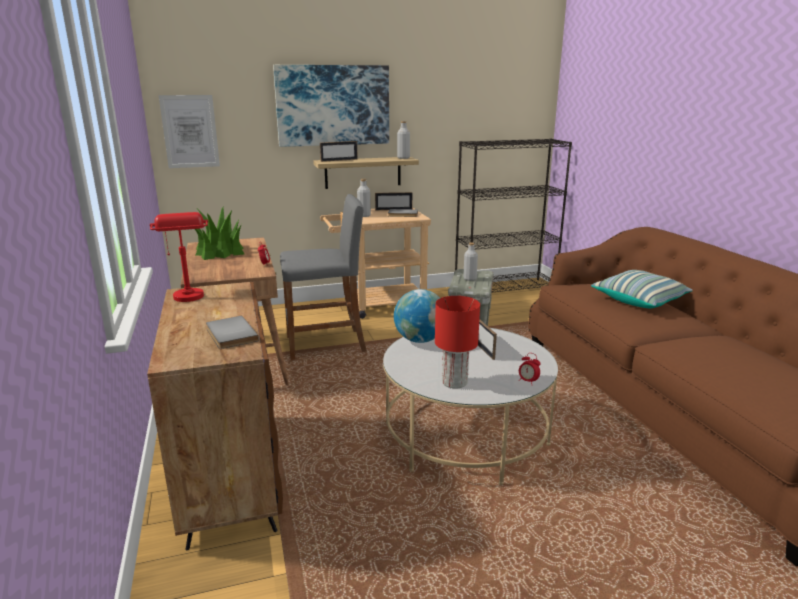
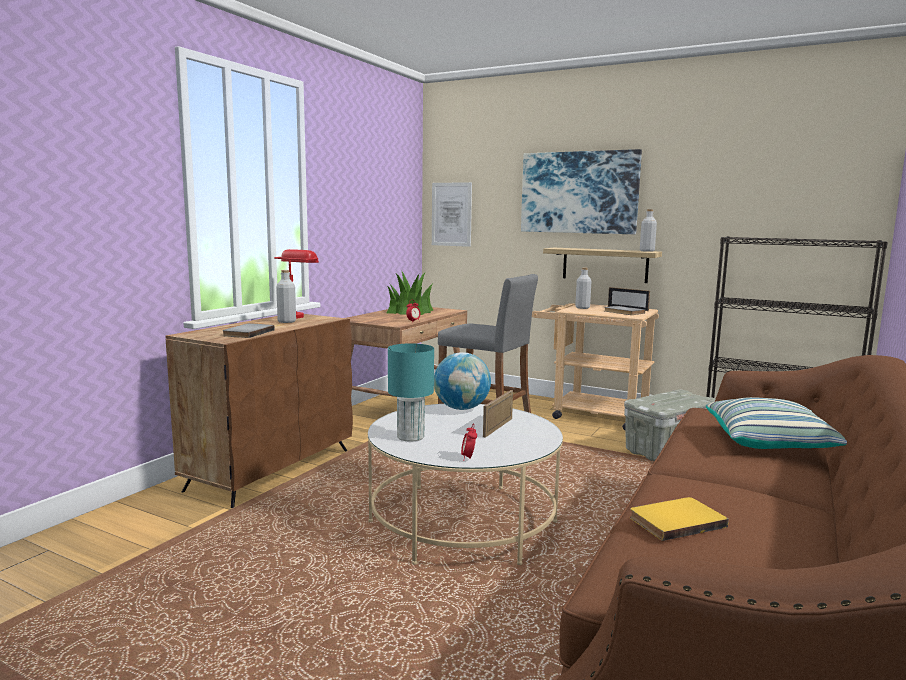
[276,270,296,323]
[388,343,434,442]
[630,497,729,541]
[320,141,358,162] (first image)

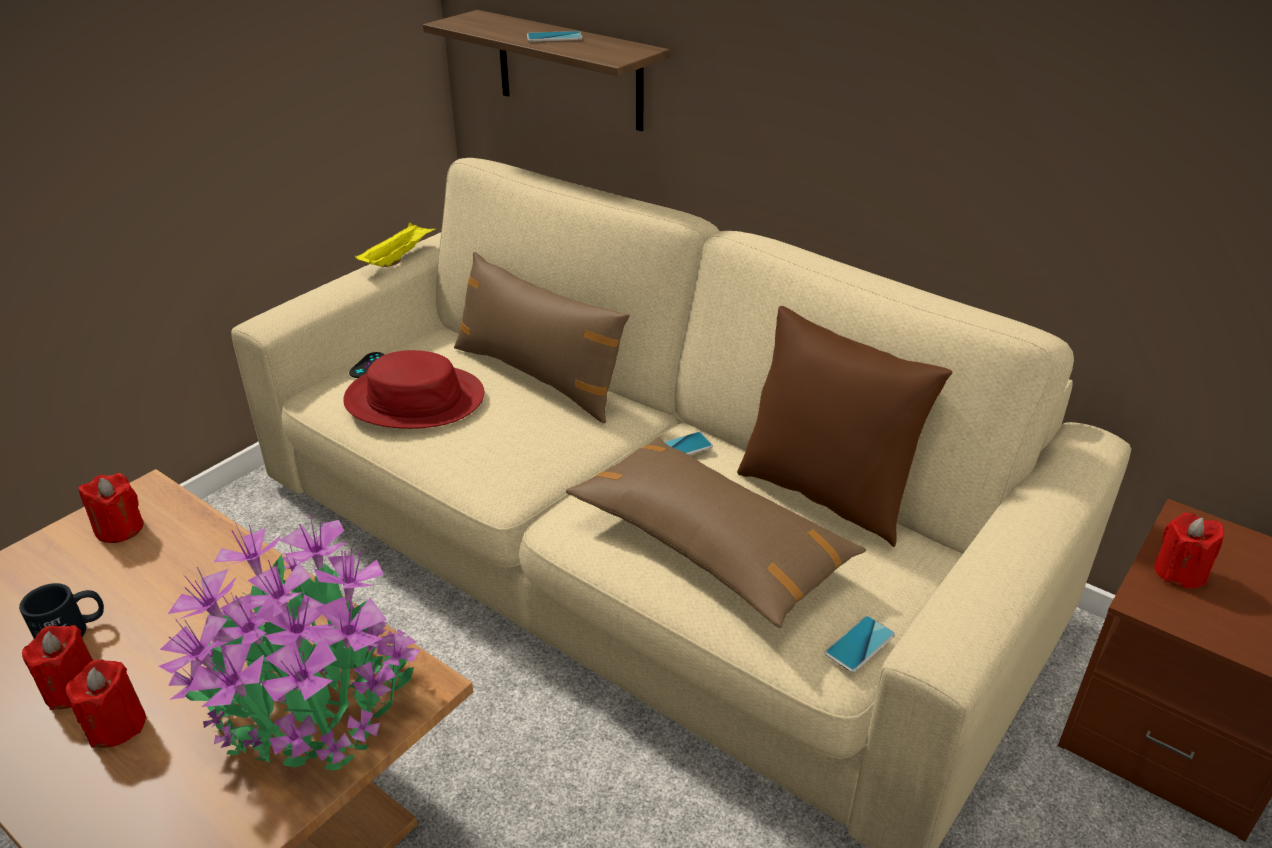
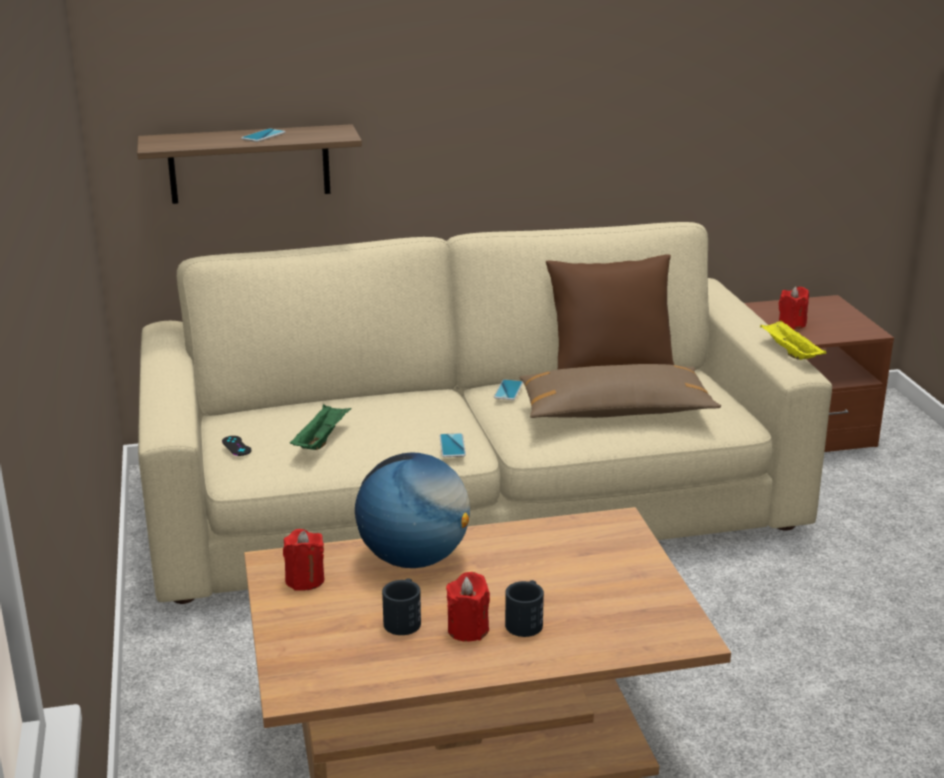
[290,404,351,450]
[355,452,470,568]
[439,433,466,457]
[505,580,544,637]
[760,320,826,360]
[159,514,420,770] (first image)
[454,252,630,423] (first image)

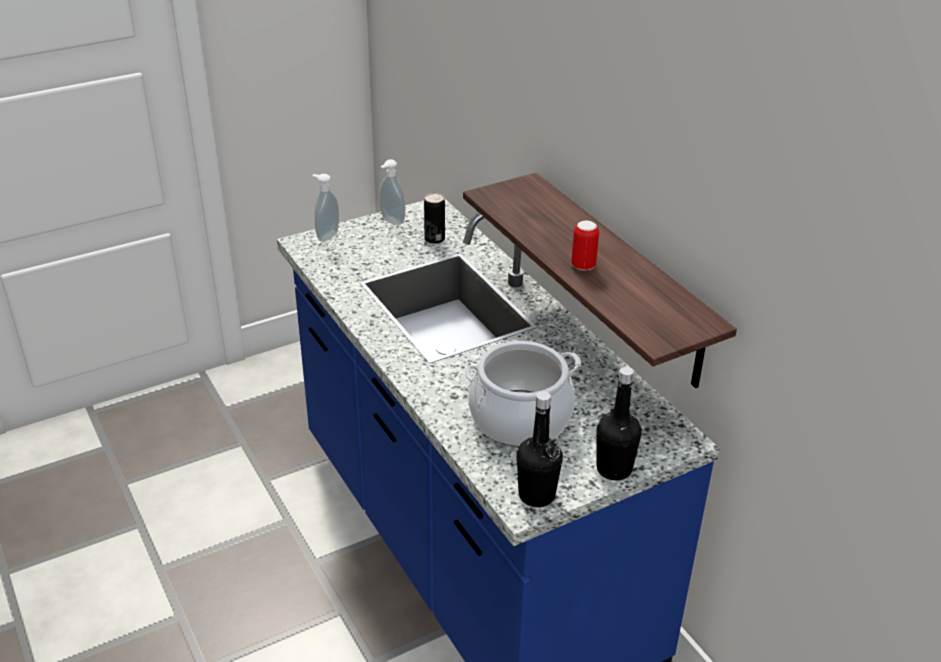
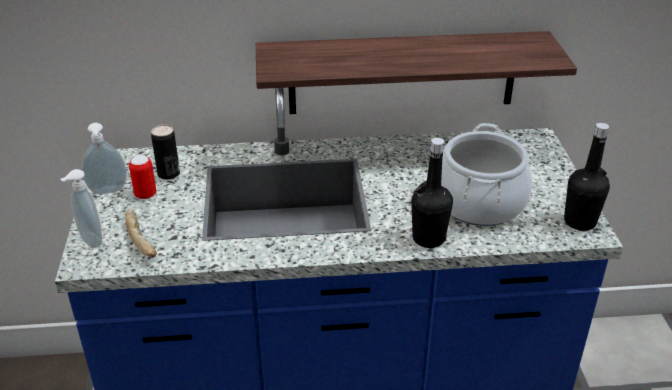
[126,209,157,258]
[129,155,156,199]
[411,138,453,248]

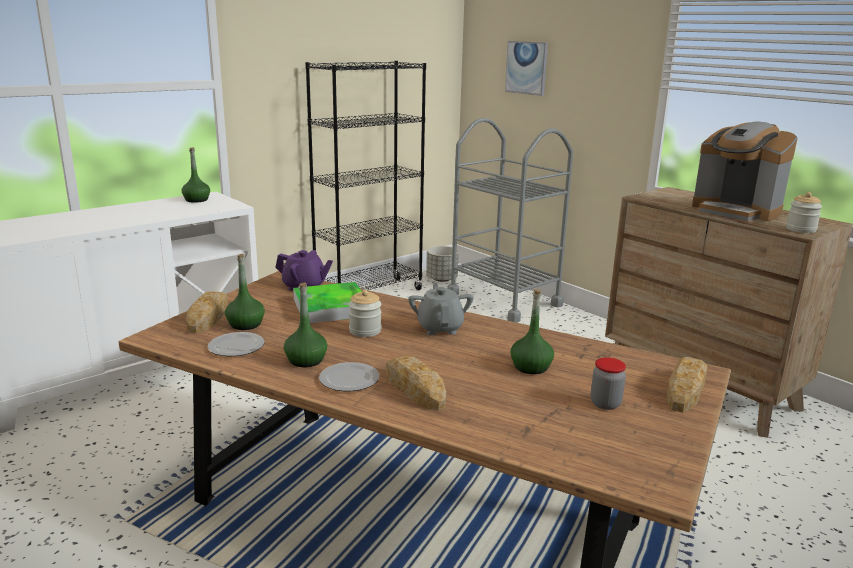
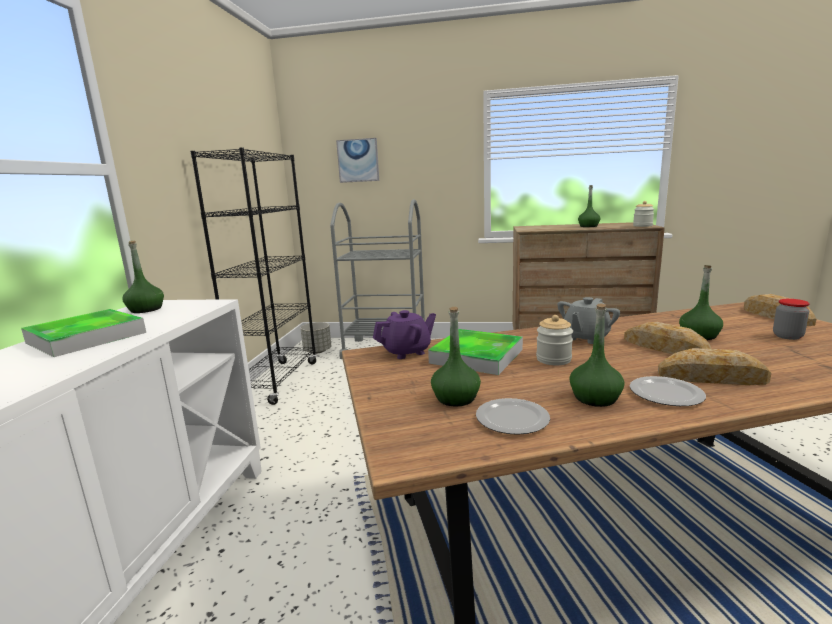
[21,309,146,357]
[557,297,620,344]
[578,185,600,227]
[624,322,711,354]

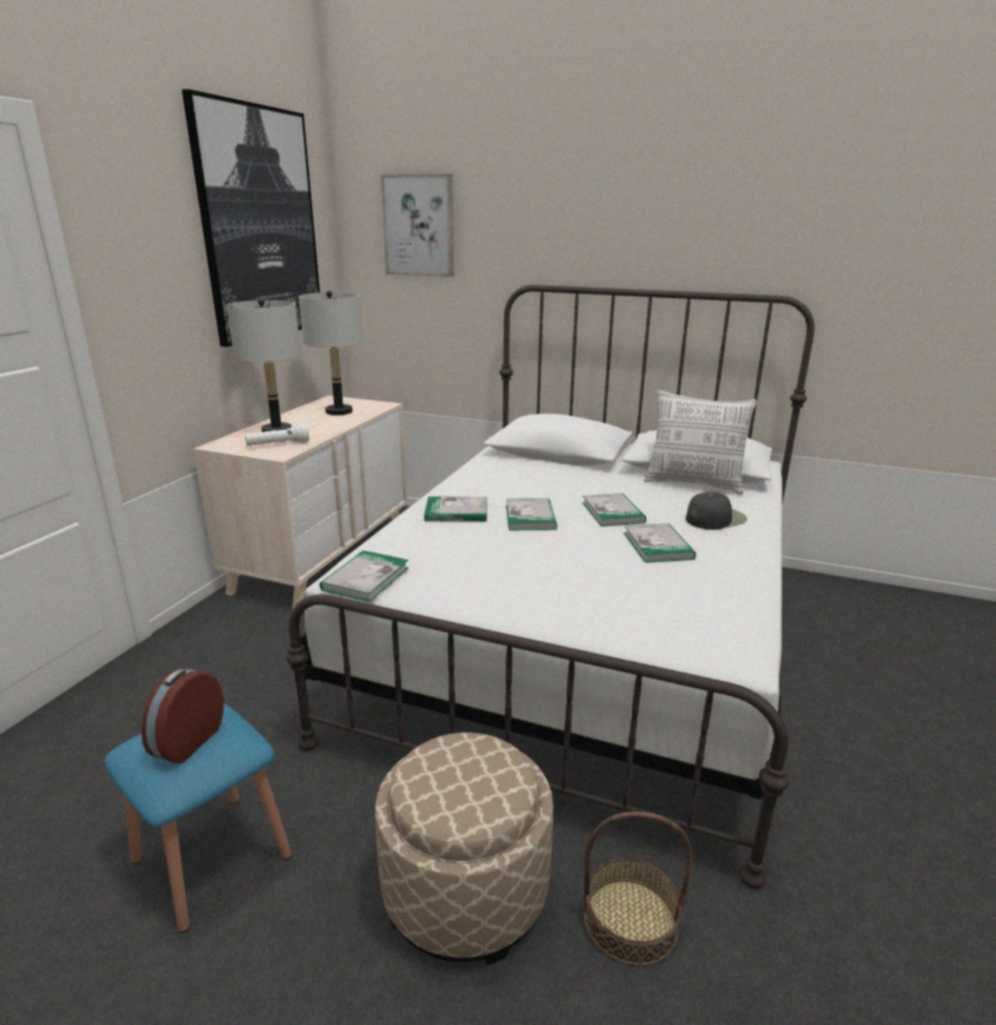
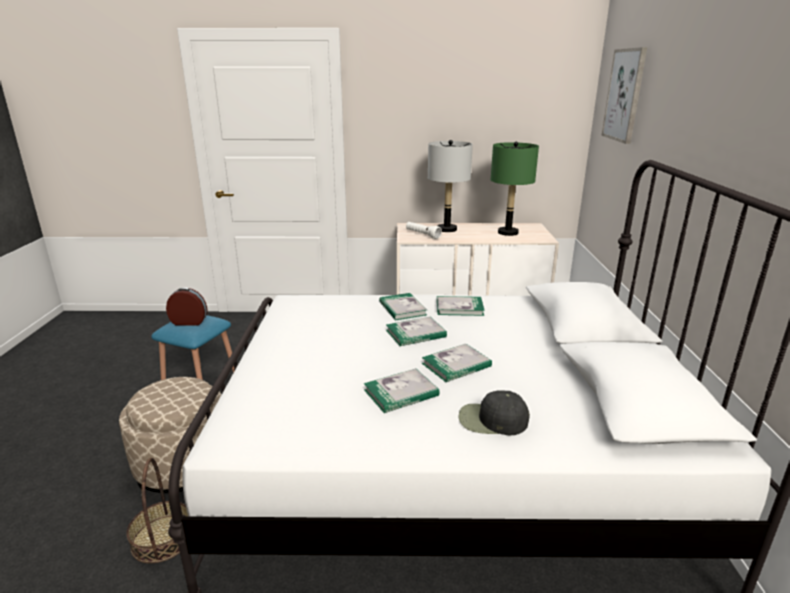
[437,296,485,316]
[459,390,530,435]
[491,142,539,236]
[182,89,320,347] (first image)
[644,389,757,495] (first image)

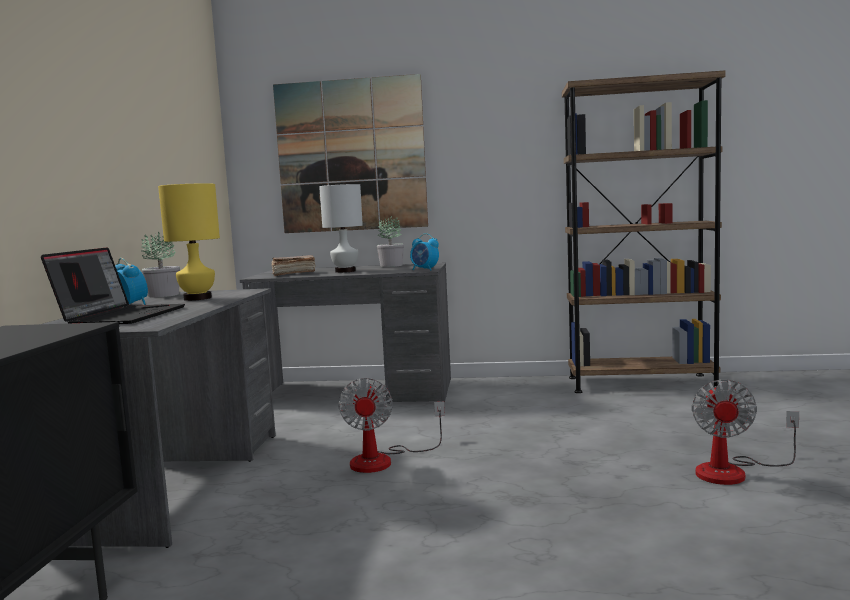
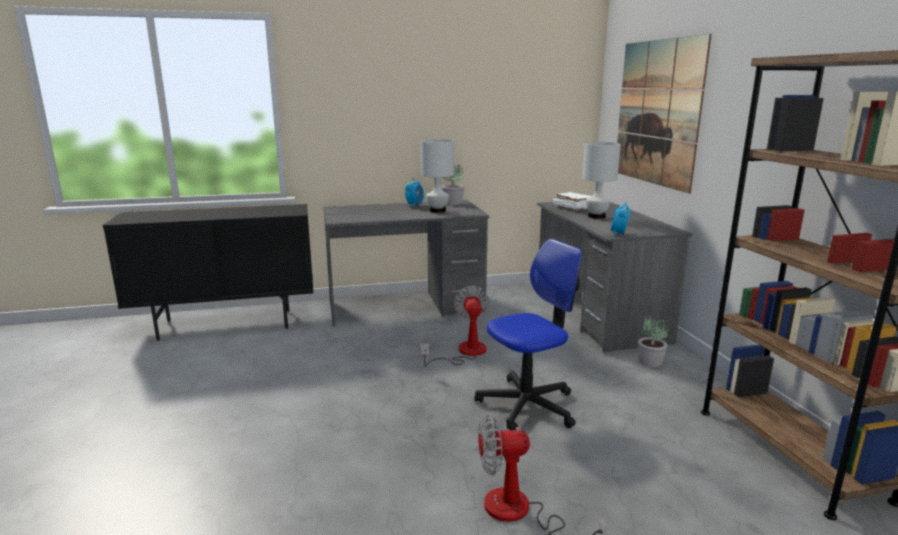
[421,139,454,213]
[421,286,489,367]
[474,239,583,430]
[553,192,591,210]
[638,316,668,367]
[41,247,185,324] (first image)

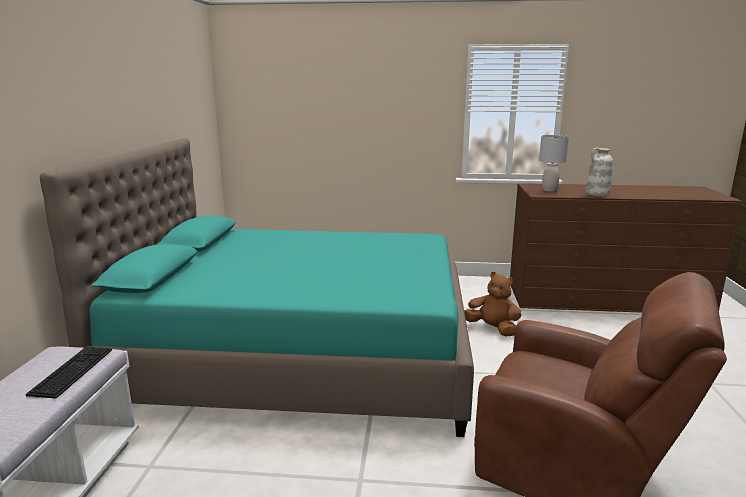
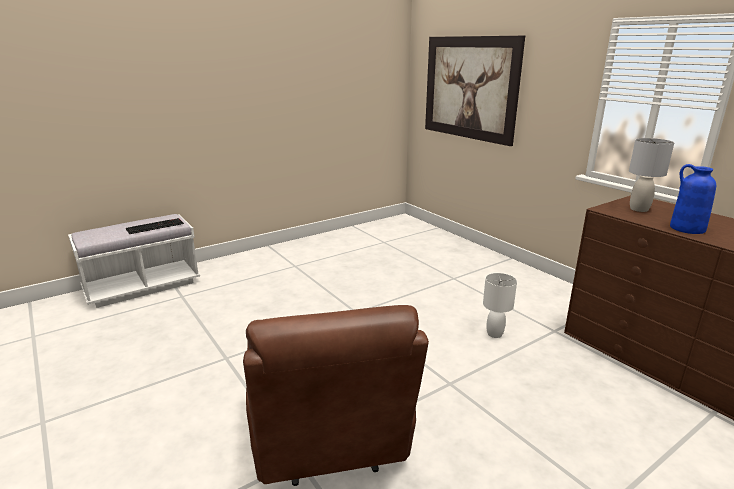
[425,36,525,146]
[483,273,517,338]
[670,164,716,234]
[40,138,474,437] (first image)

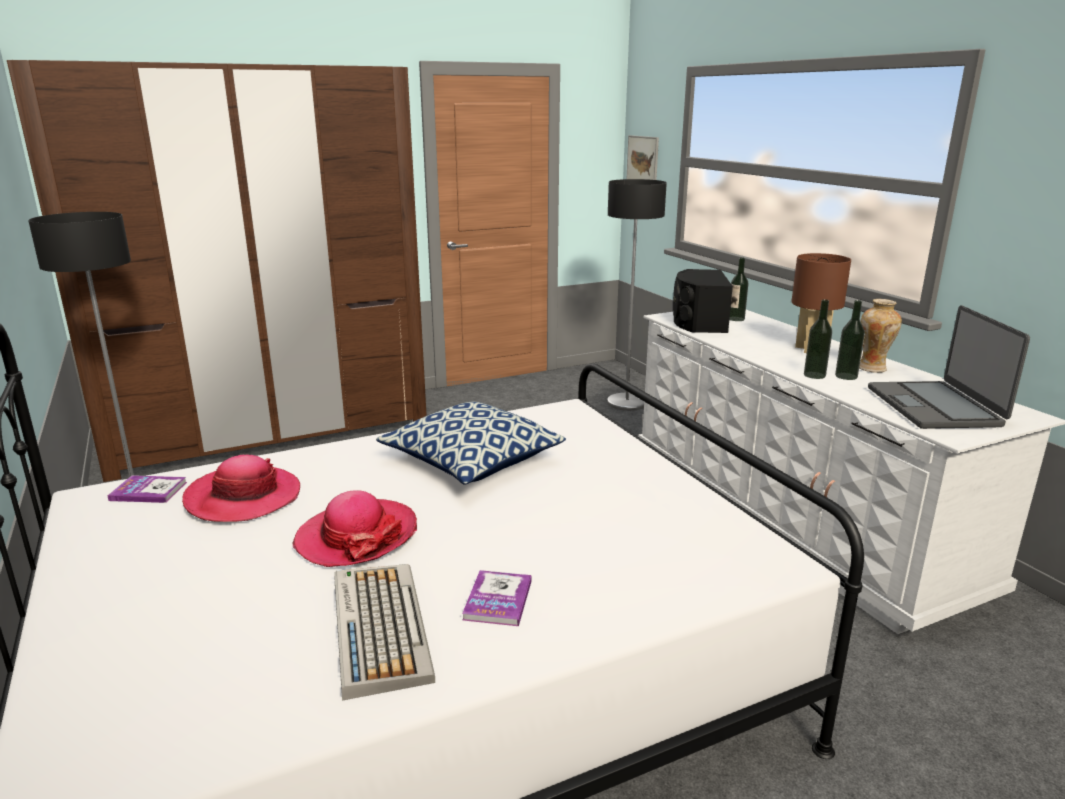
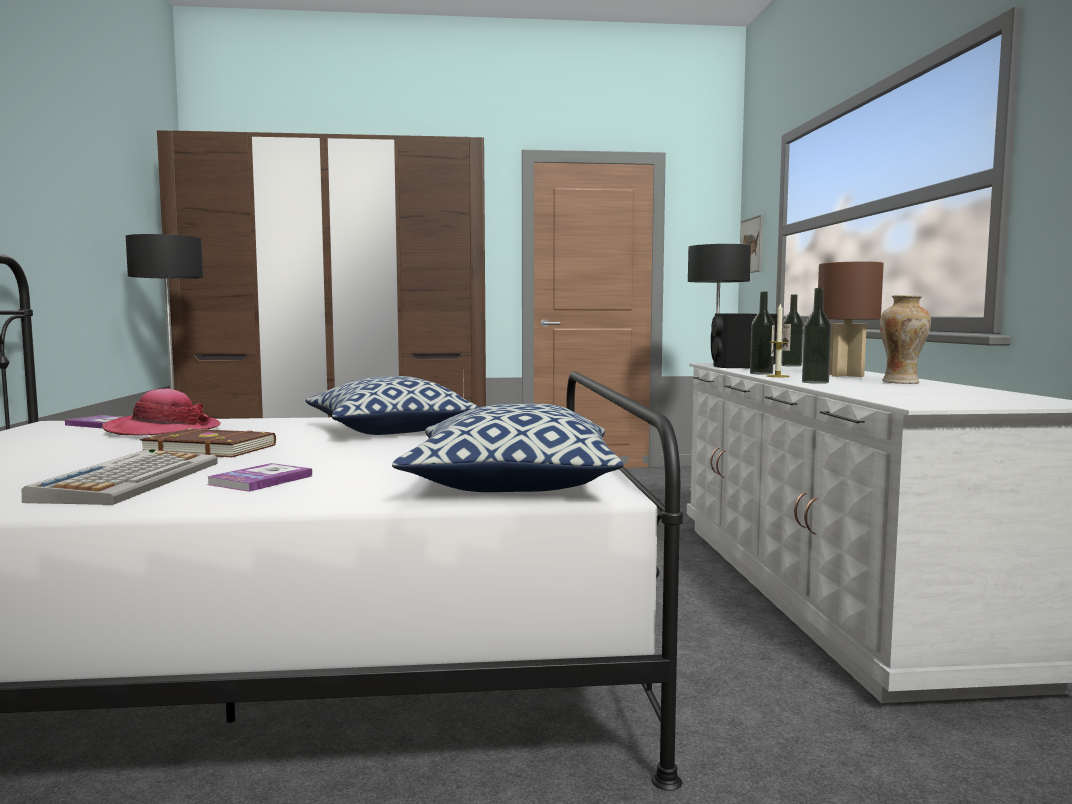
[139,428,276,457]
[392,404,624,492]
[750,291,775,375]
[766,304,790,377]
[868,305,1030,429] (first image)

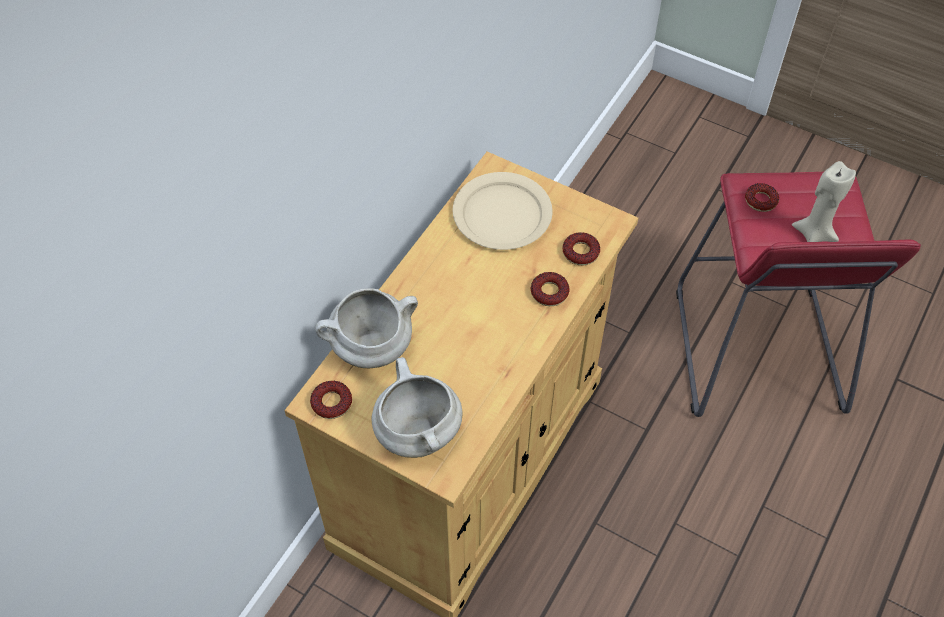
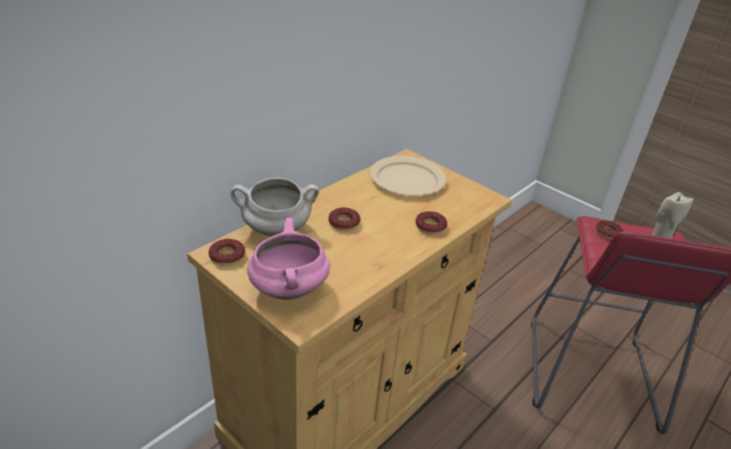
[247,218,330,300]
[328,208,361,231]

